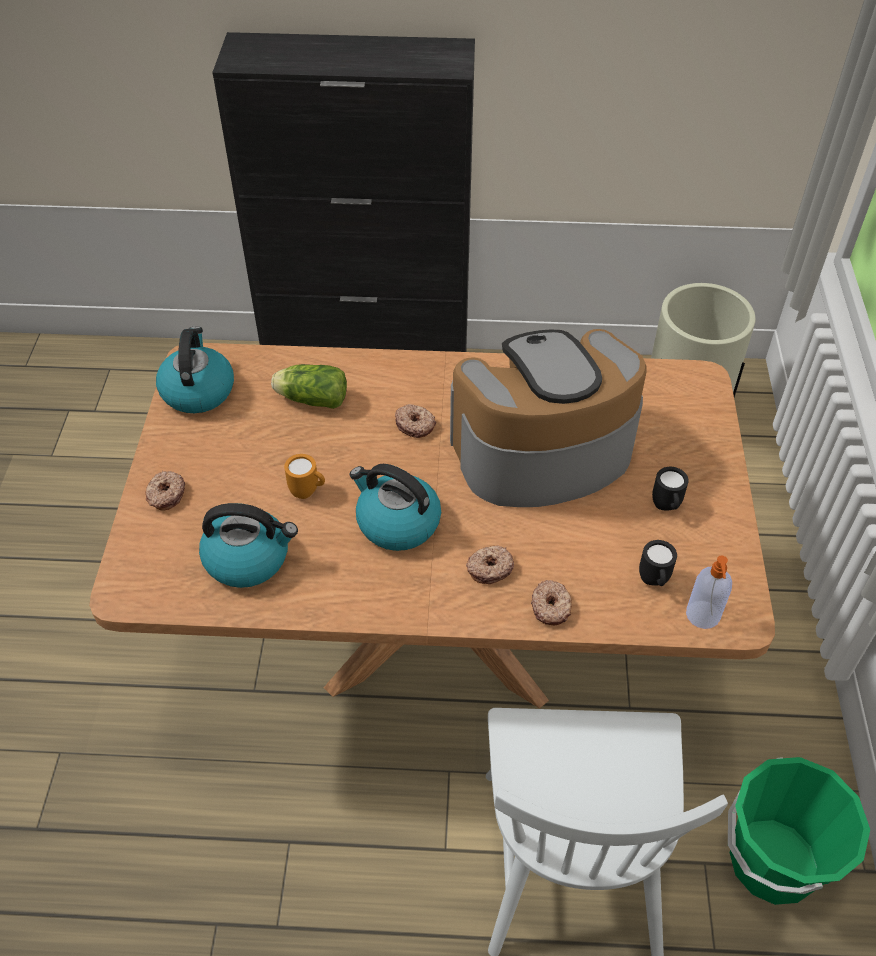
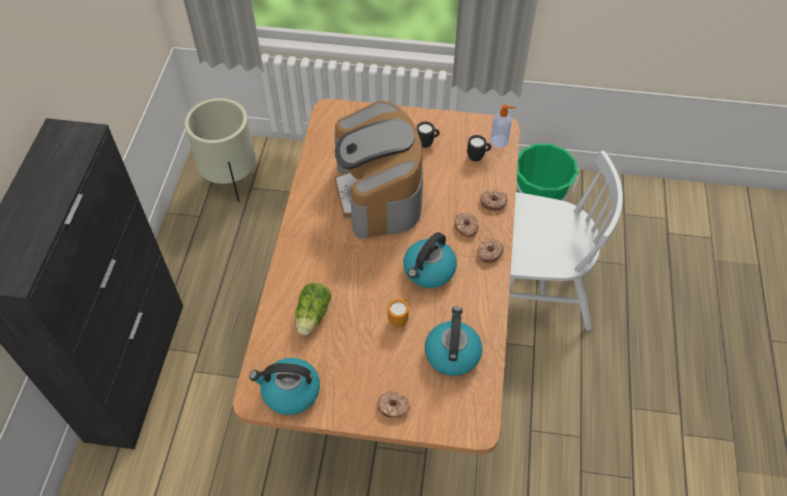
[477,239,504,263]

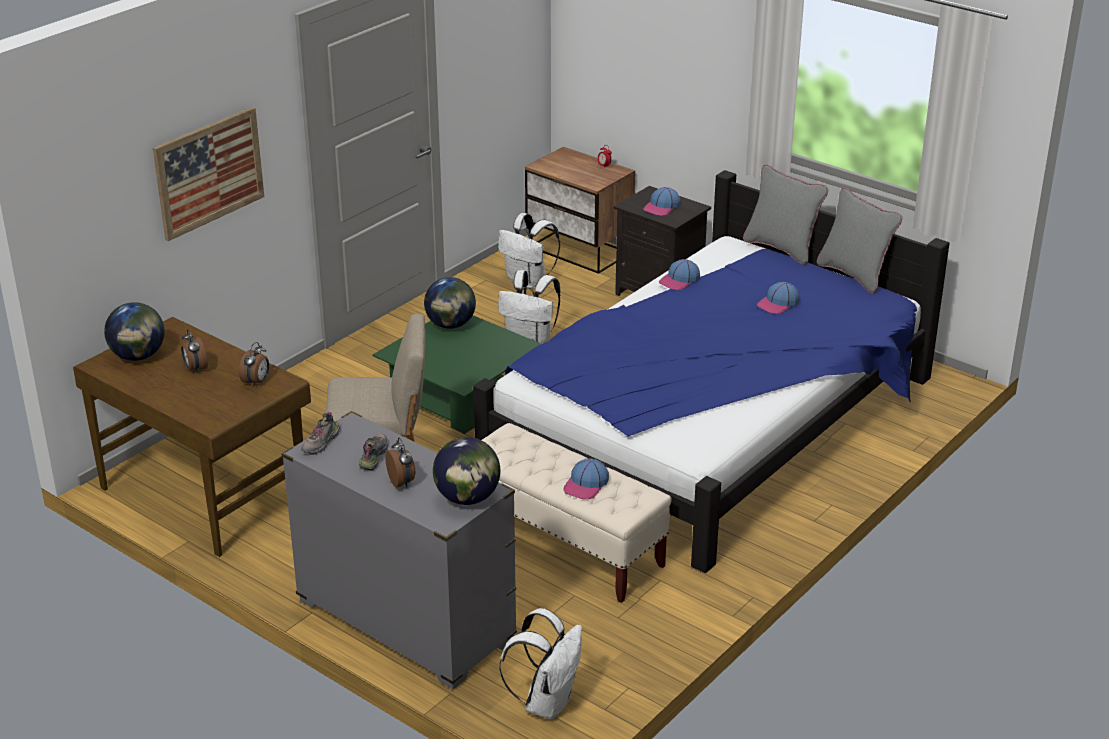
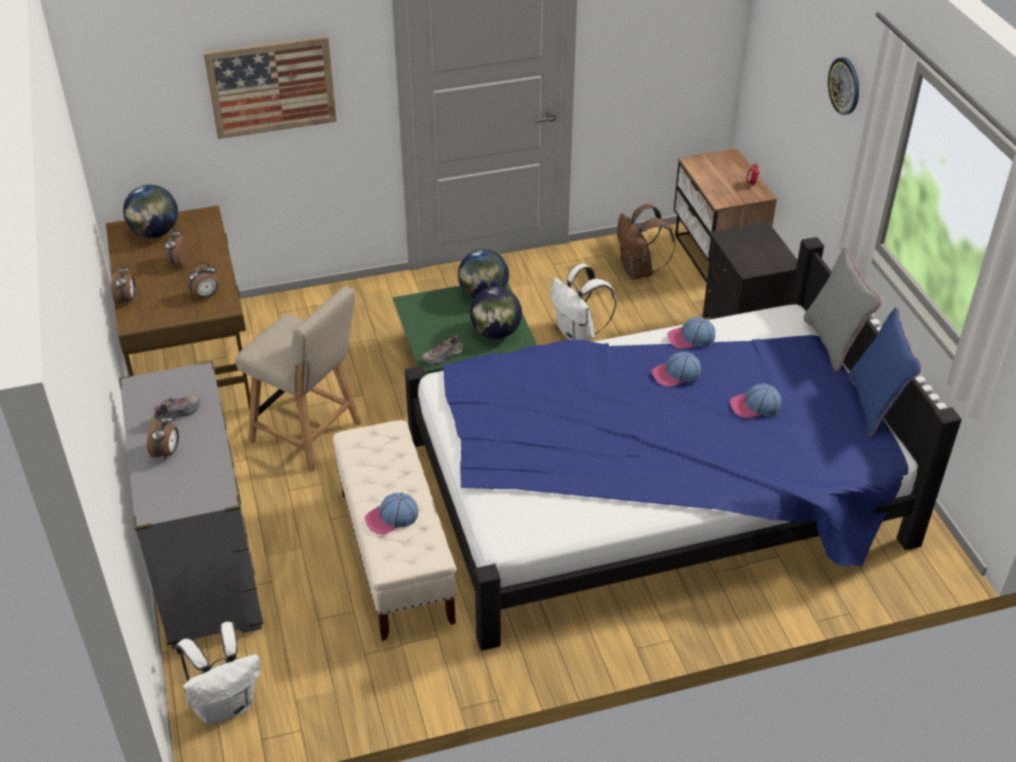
[111,264,136,306]
[421,335,464,365]
[470,287,522,339]
[617,204,675,279]
[651,351,701,387]
[828,57,859,115]
[849,307,921,436]

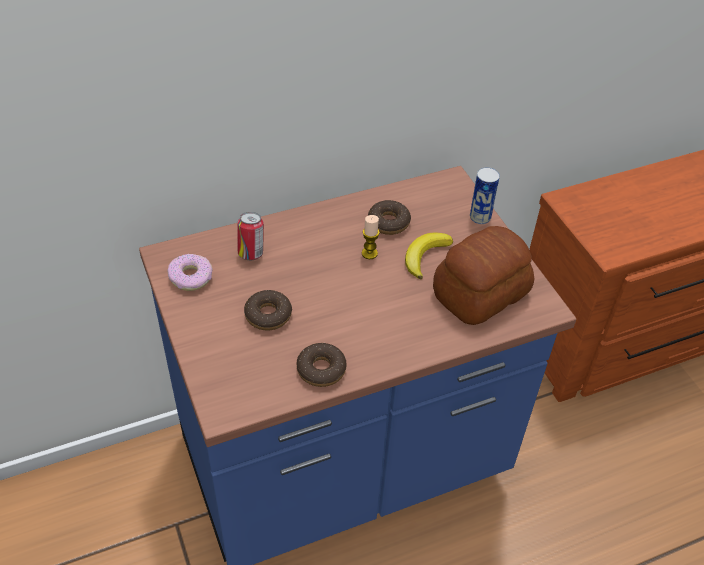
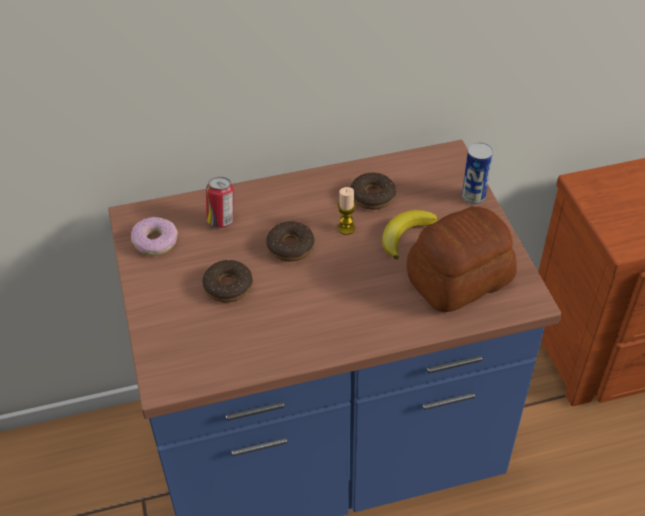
[266,221,315,262]

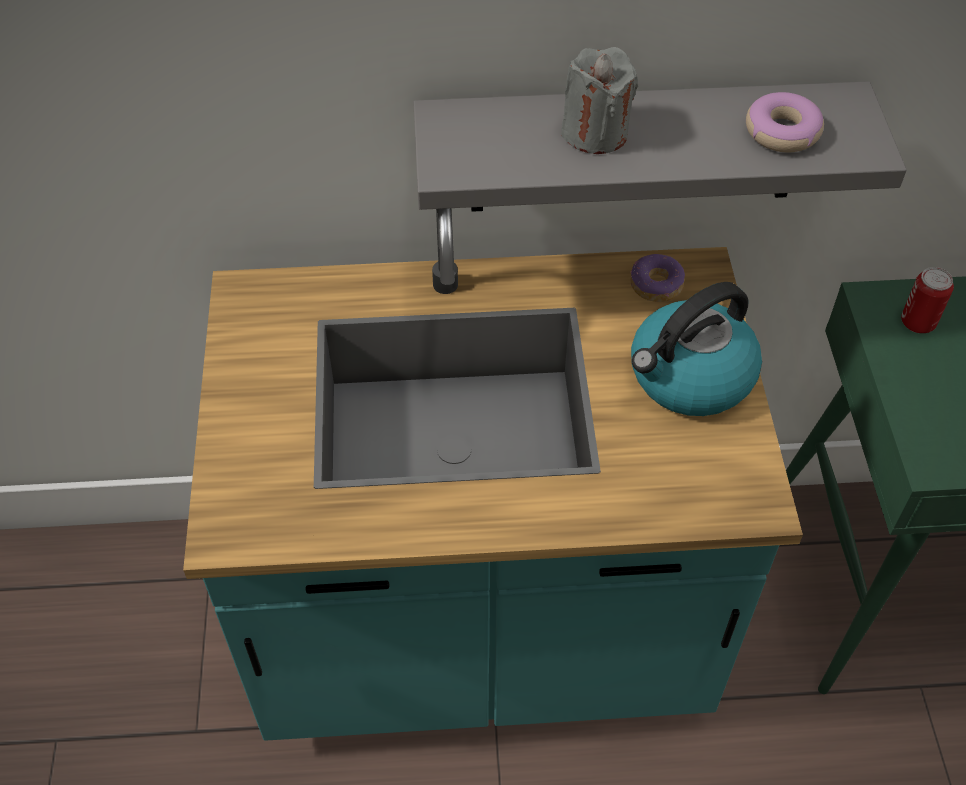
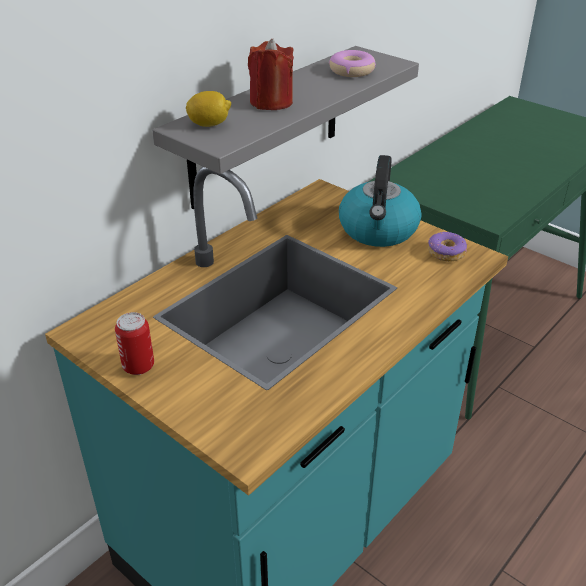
[115,312,154,375]
[186,91,231,127]
[248,39,294,110]
[428,232,468,262]

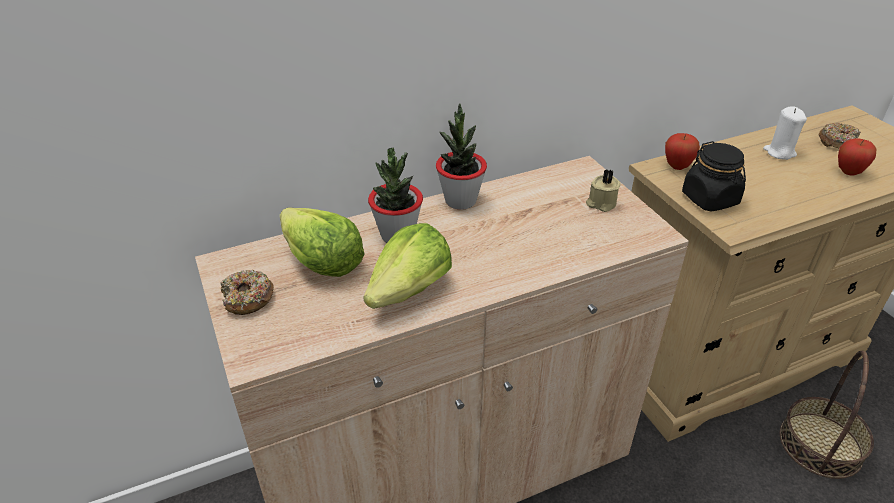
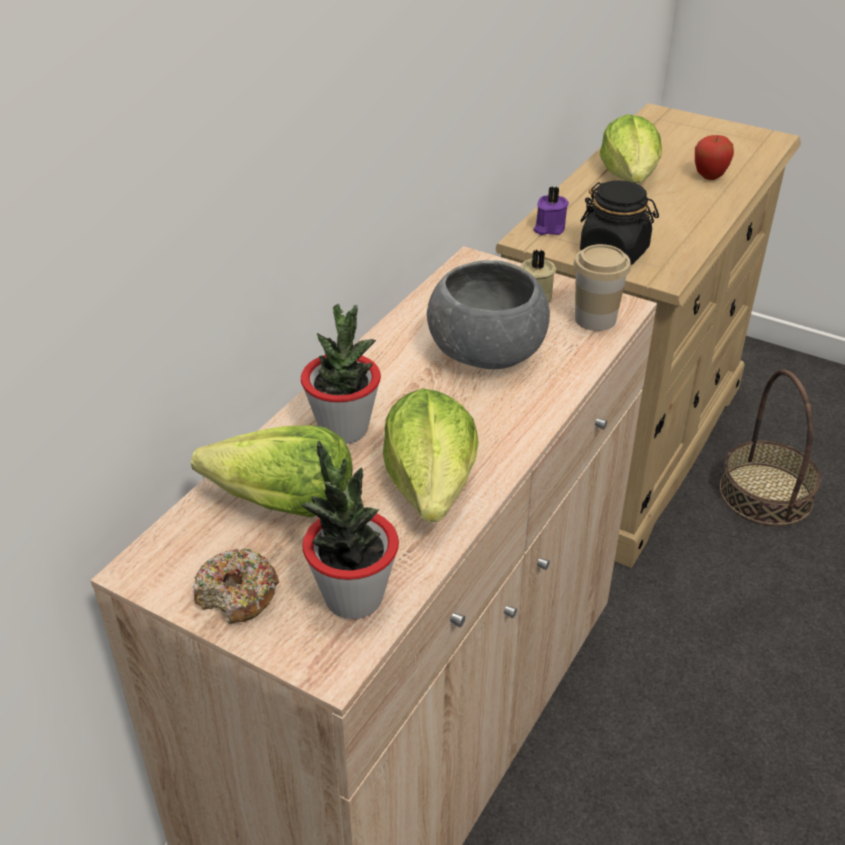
[301,441,399,619]
[427,260,550,369]
[533,186,569,235]
[573,244,631,331]
[600,114,662,183]
[818,123,861,148] (first image)

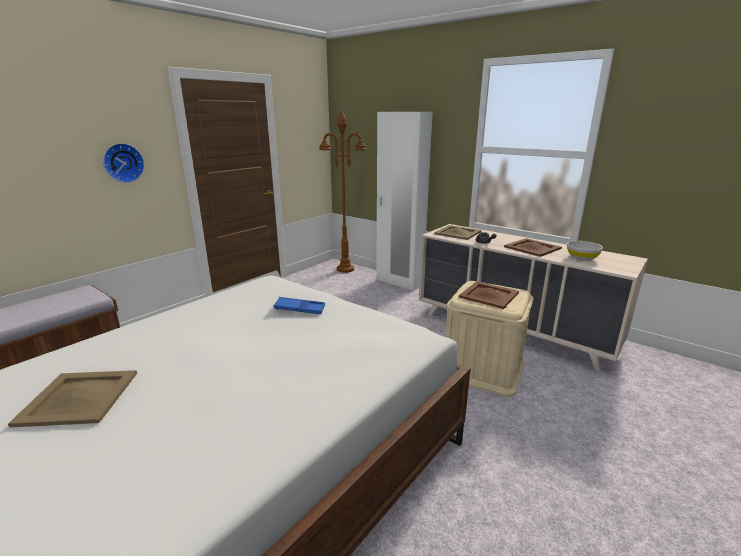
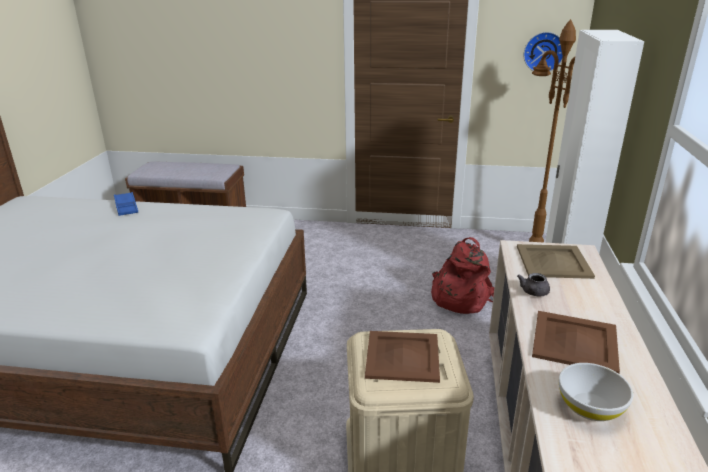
[114,192,138,216]
[431,237,494,314]
[524,32,563,71]
[8,370,137,427] (first image)

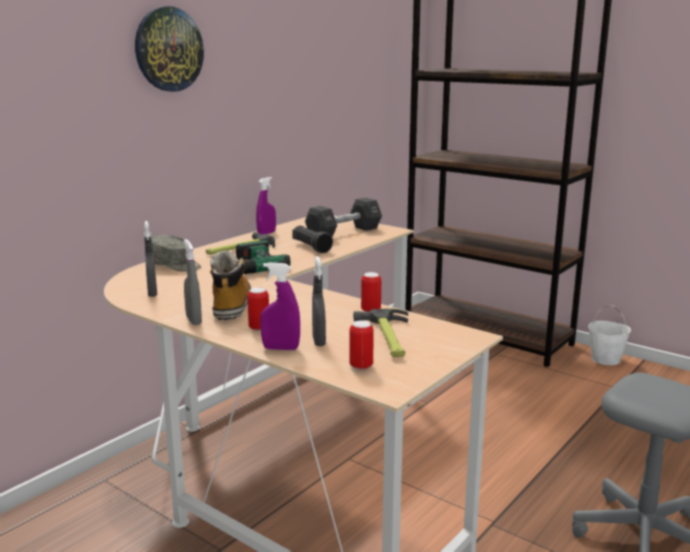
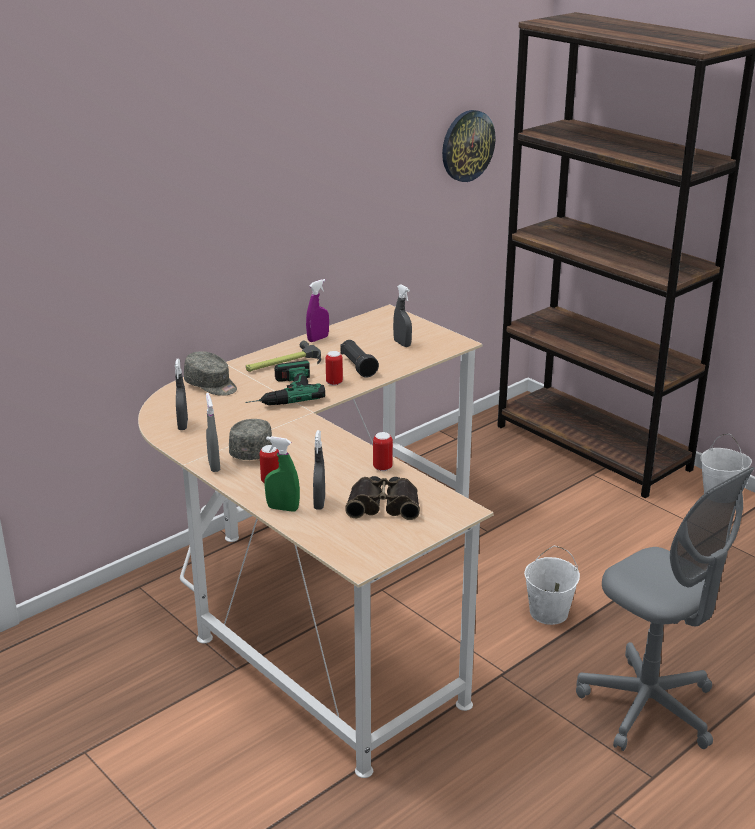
[229,419,272,460]
[264,436,300,512]
[326,351,343,385]
[345,476,420,520]
[393,284,412,347]
[442,110,495,182]
[524,546,580,625]

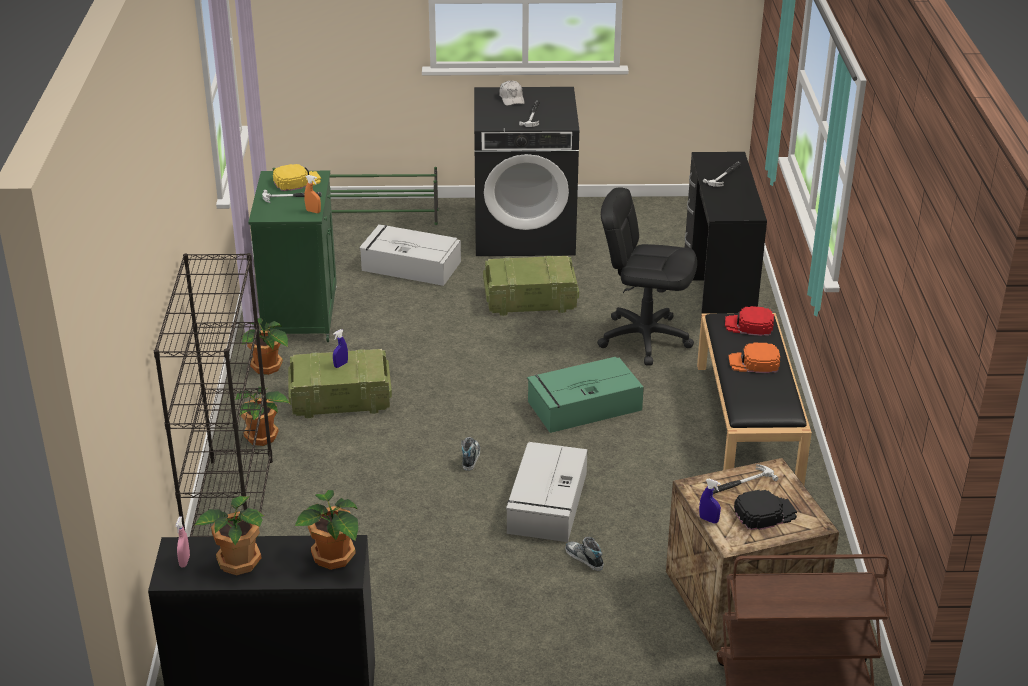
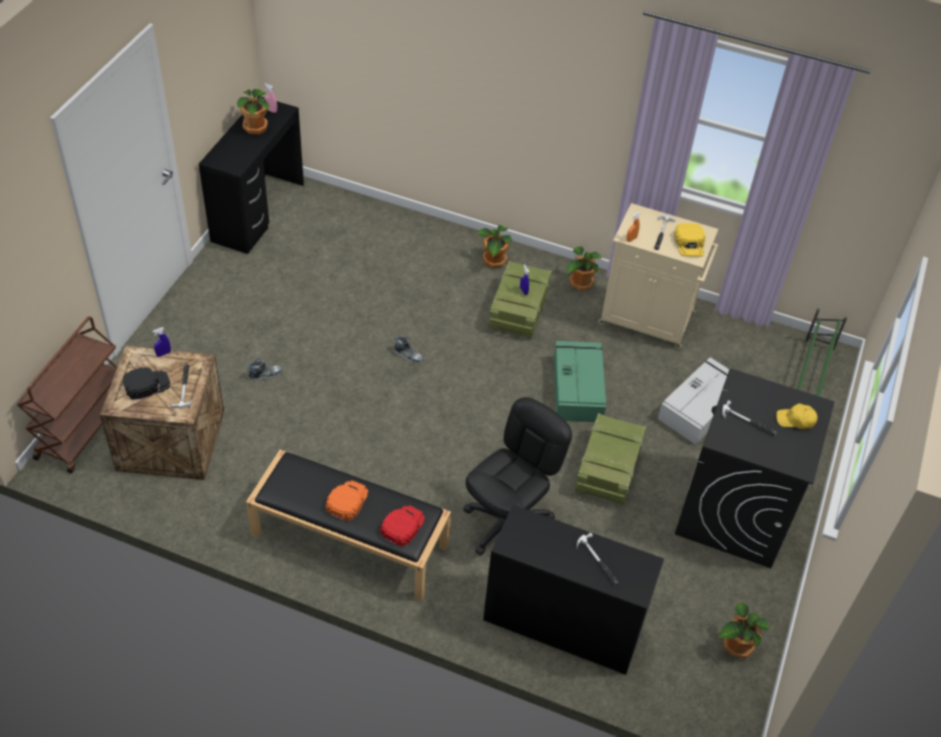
[123,367,171,400]
[554,341,606,422]
[598,203,718,349]
[719,603,769,658]
[776,404,818,429]
[154,253,273,537] (first image)
[506,442,588,542] (first image)

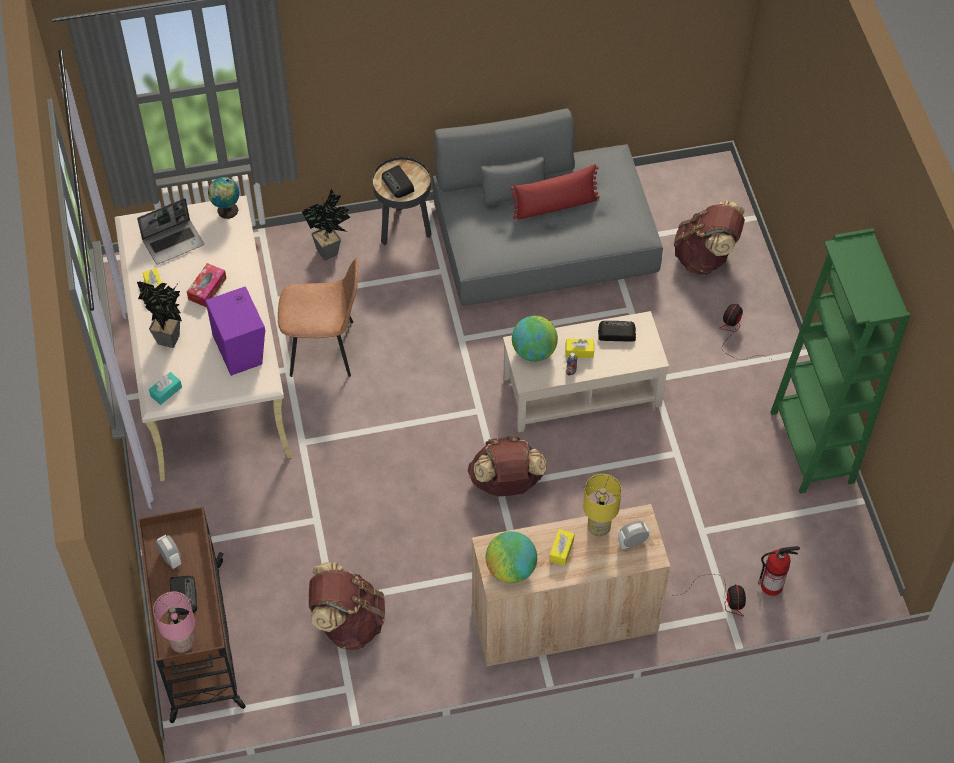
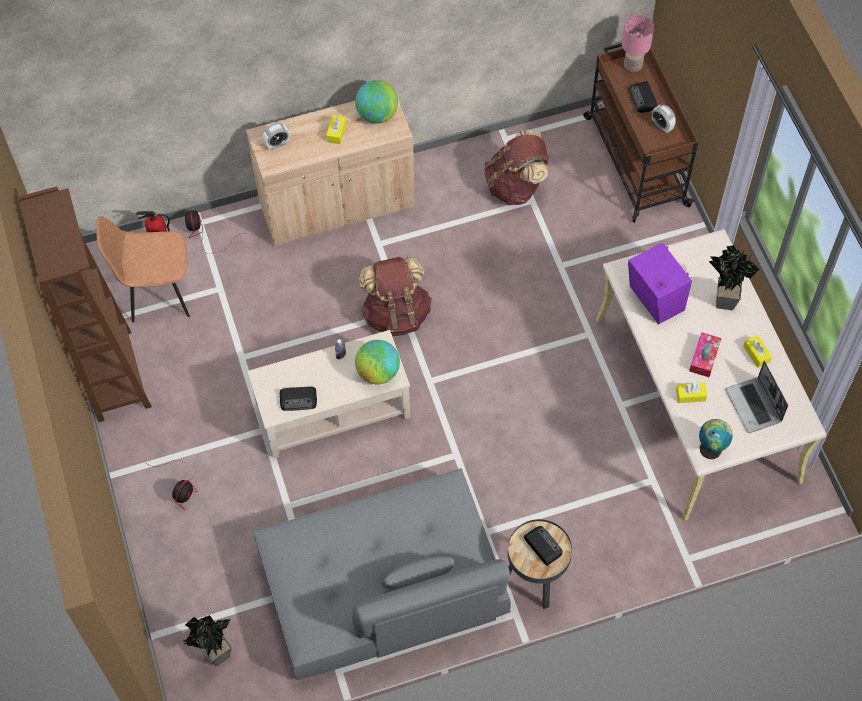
[18,187,152,422]
[97,216,190,322]
[182,615,232,666]
[676,383,707,403]
[725,361,788,433]
[149,372,182,405] (first image)
[511,164,600,219] (first image)
[583,474,622,537] (first image)
[674,201,745,275] (first image)

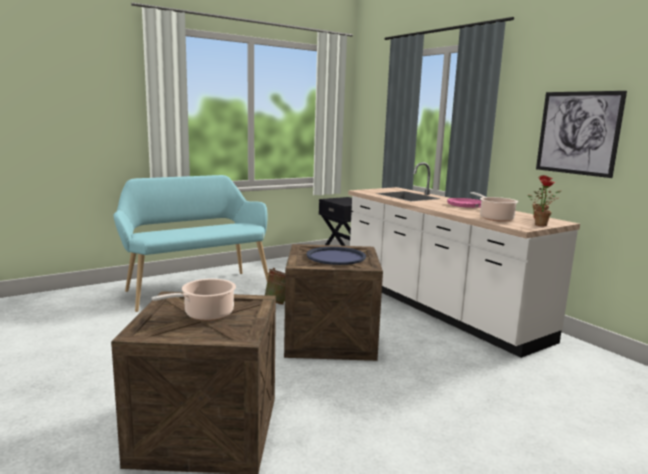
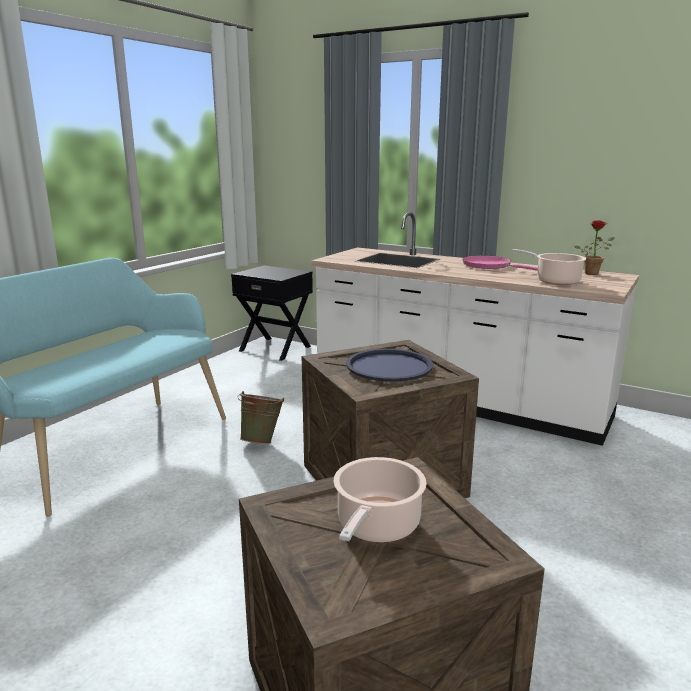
[534,179,558,226] (first image)
[536,91,627,178] (first image)

